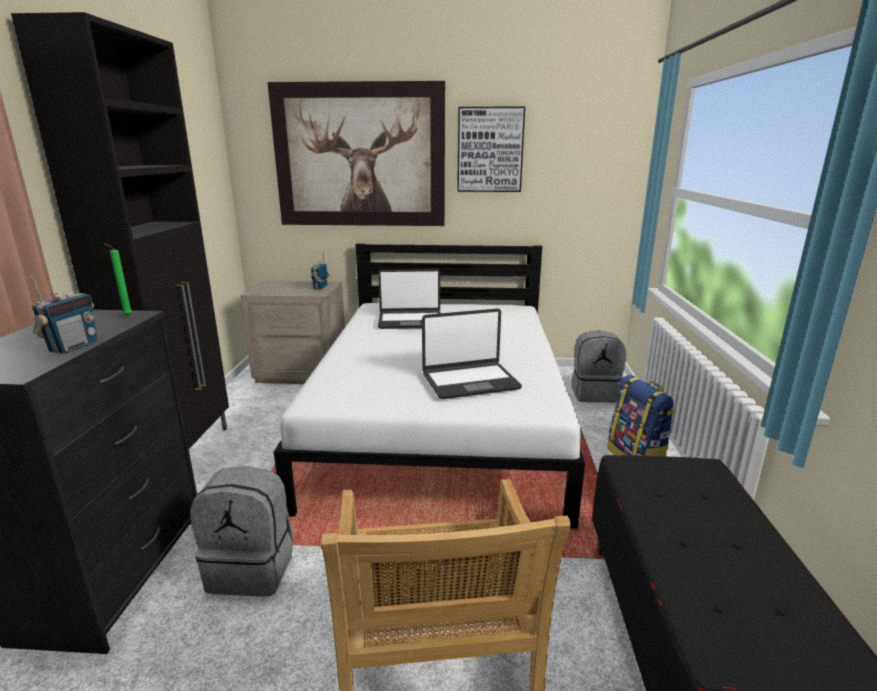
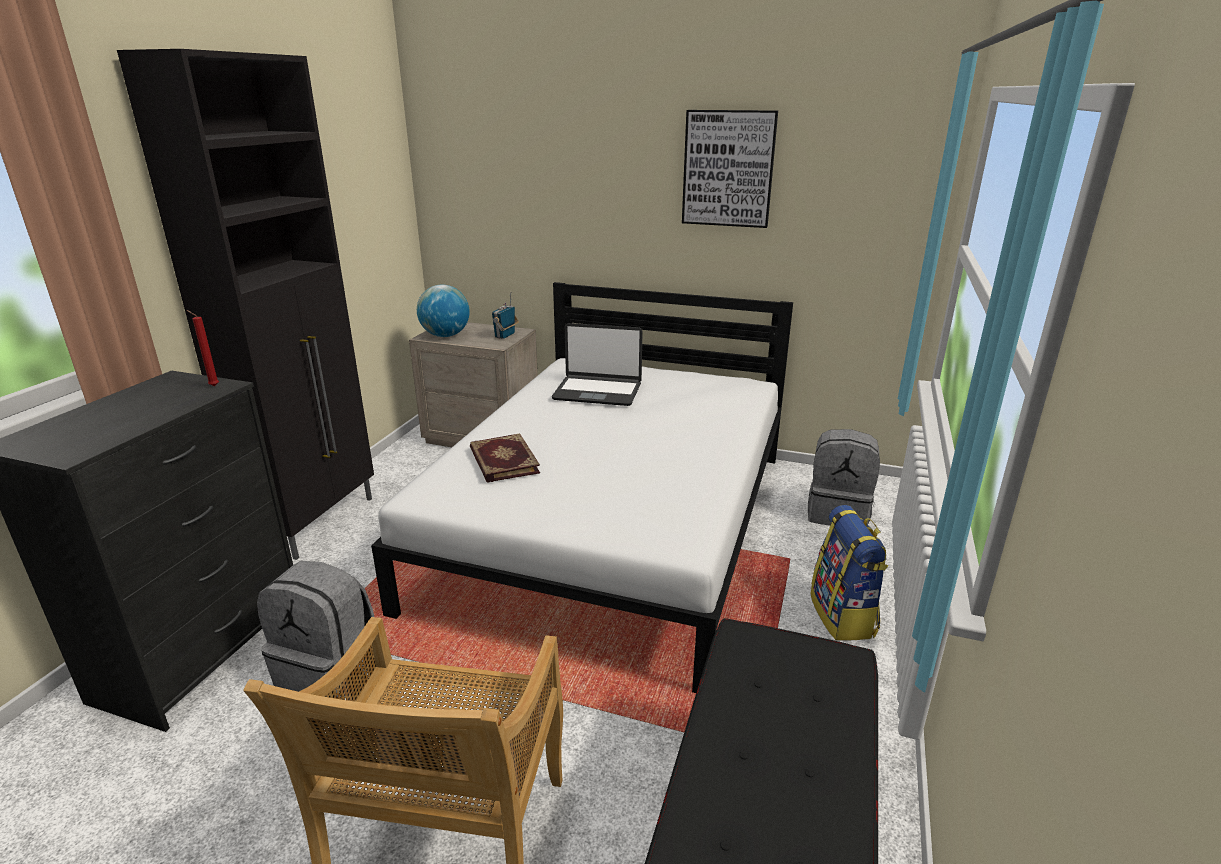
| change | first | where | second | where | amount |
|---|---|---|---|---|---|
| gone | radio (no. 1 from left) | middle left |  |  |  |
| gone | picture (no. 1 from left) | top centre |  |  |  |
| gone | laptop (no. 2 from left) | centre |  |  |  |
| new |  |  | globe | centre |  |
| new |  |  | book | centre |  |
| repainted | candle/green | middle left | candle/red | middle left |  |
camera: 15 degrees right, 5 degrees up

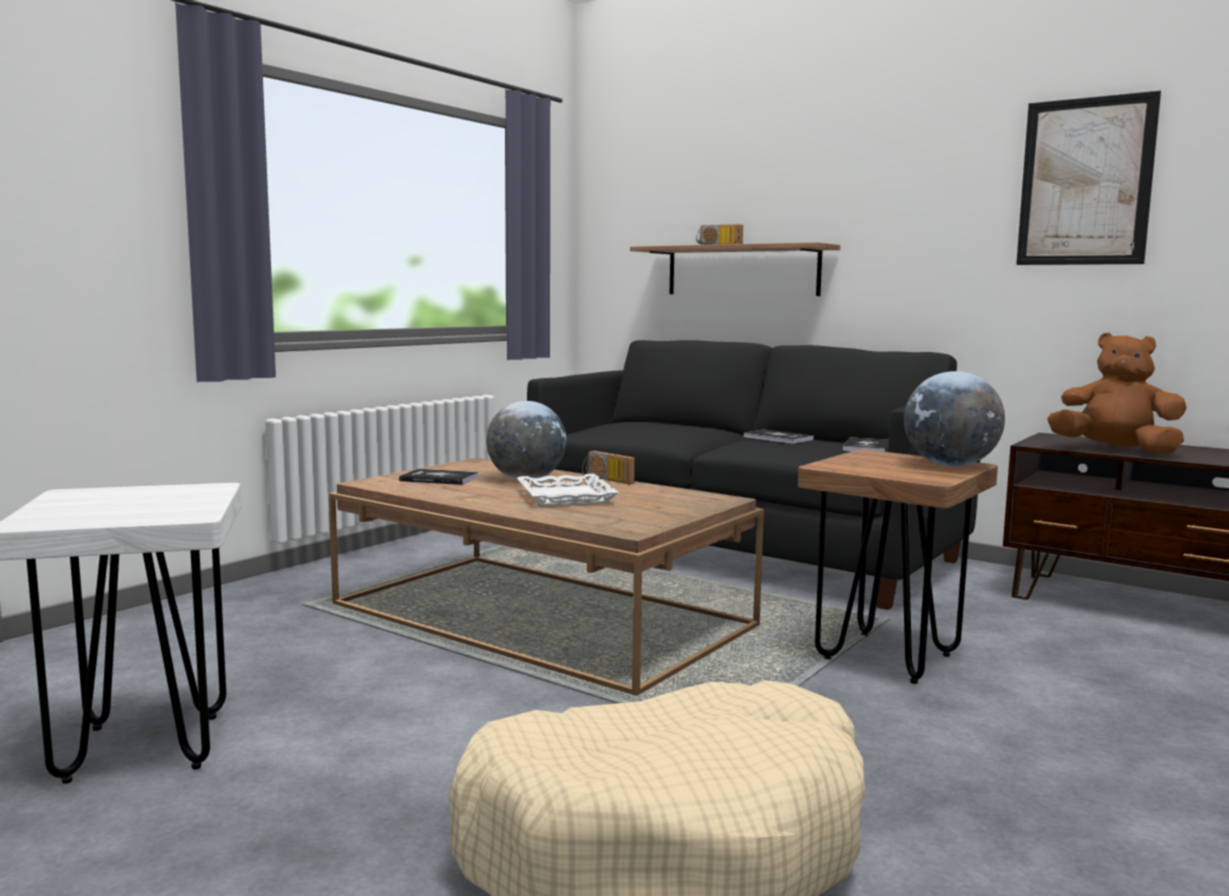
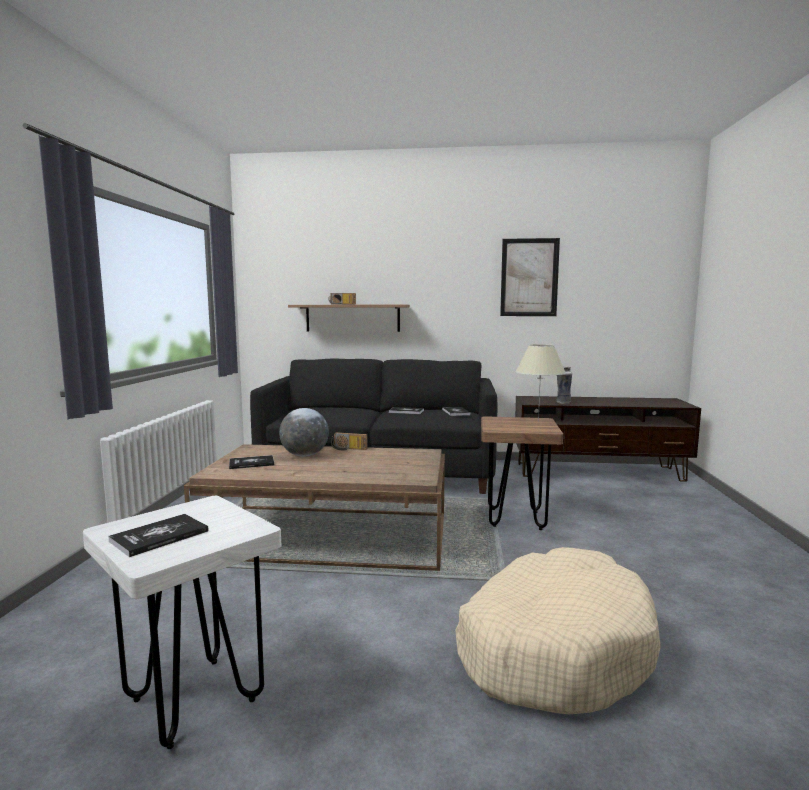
| change | first | where | second | where | amount |
|---|---|---|---|---|---|
| gone | tray/white | centre |  |  |  |
| new |  |  | book (no. 1 from left) | bottom left |  |
| swapped | globe (no. 2 from left) | middle right | table lamp/beige | middle right |  |
| swapped | plush toy/brown | middle right | vase | middle right |  |
camera: 30 degrees left, 0 degrees up

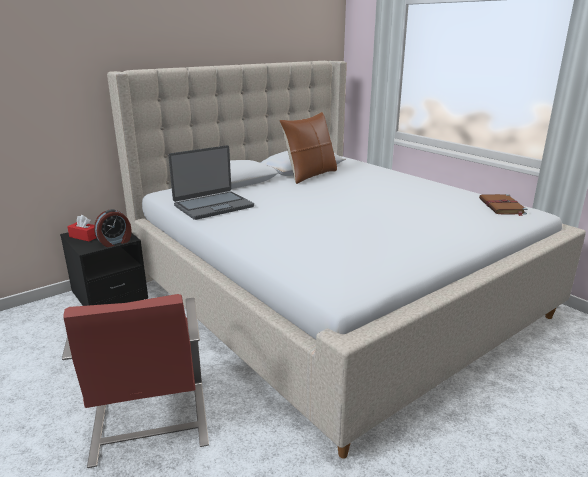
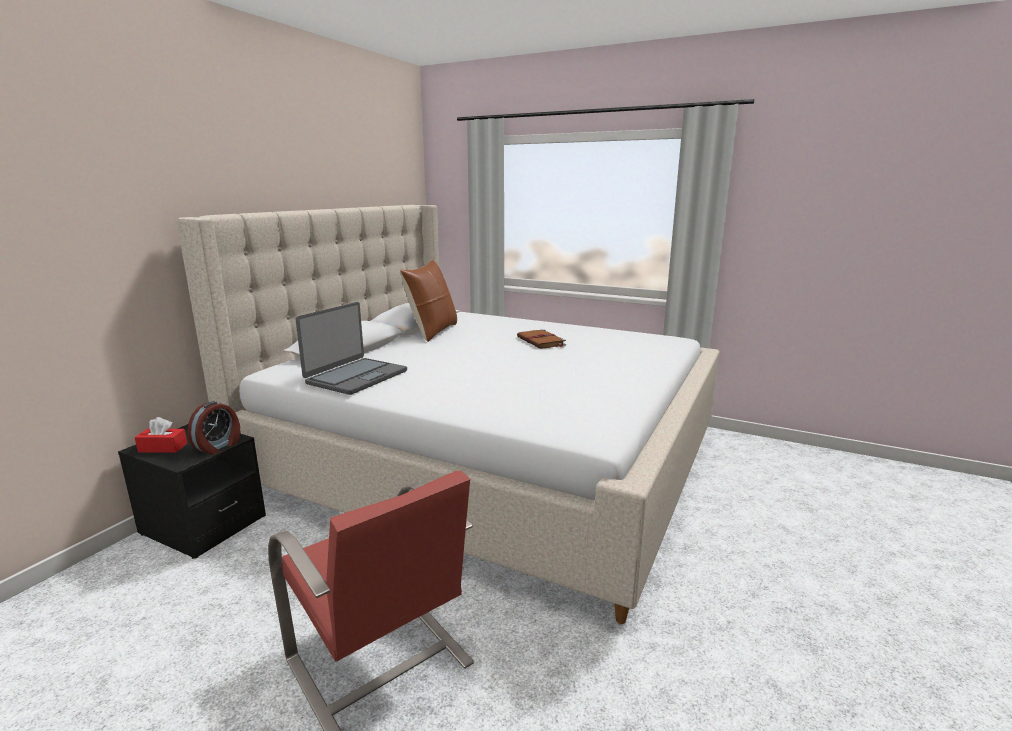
| change | first | where | second | where | amount |
|---|---|---|---|---|---|
| shifted | book/brown | middle right |  | centre |  |
camera: 25 degrees left, 5 degrees down

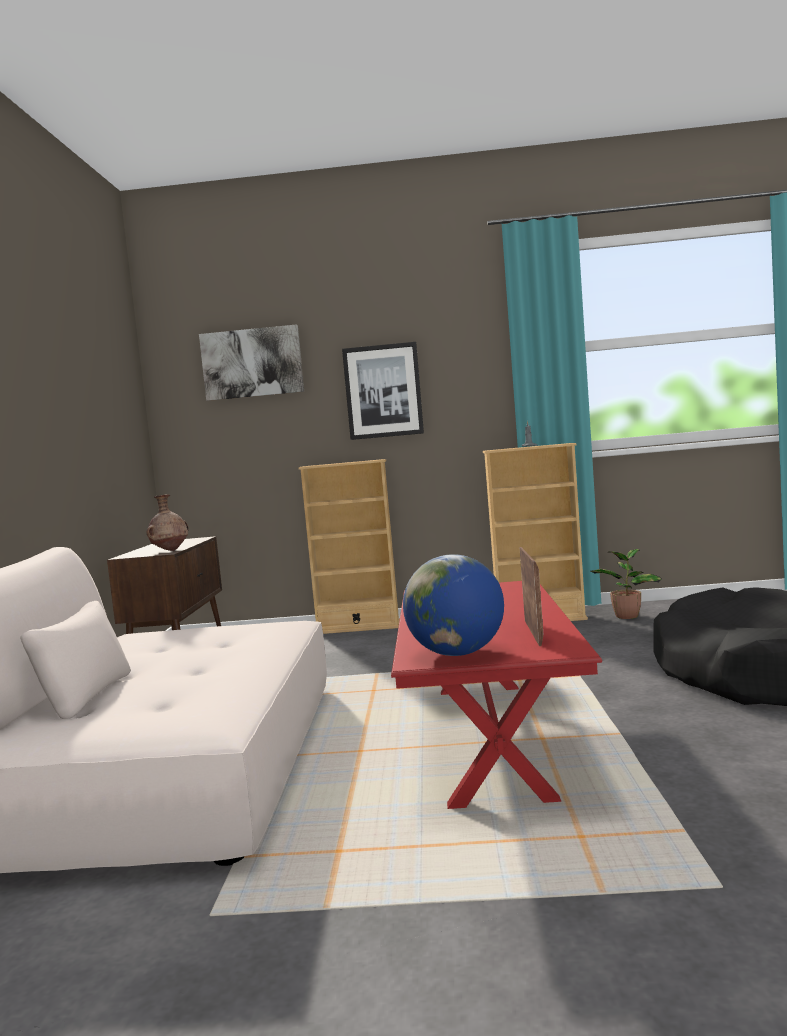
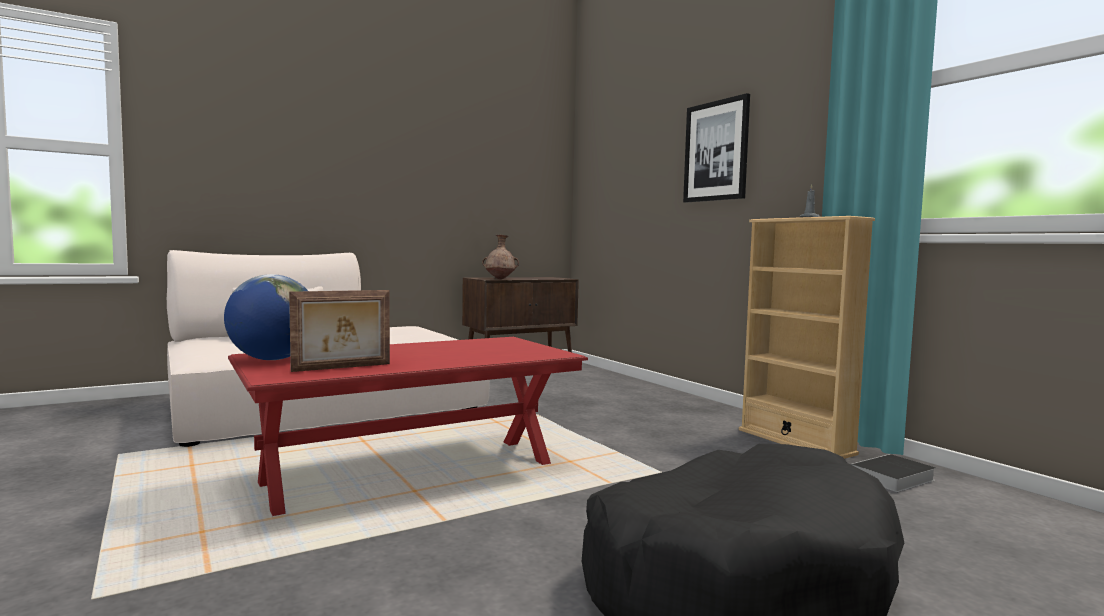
| change | first | where | second | where | amount |
|---|---|---|---|---|---|
| gone | picture (no. 1 from left) | middle left |  |  |  |
| gone | bookcase/beige (no. 1 from left) | centre |  |  |  |
| swapped | potted plant | middle right | book | bottom right |  |
camera: 55 degrees right, 0 degrees up

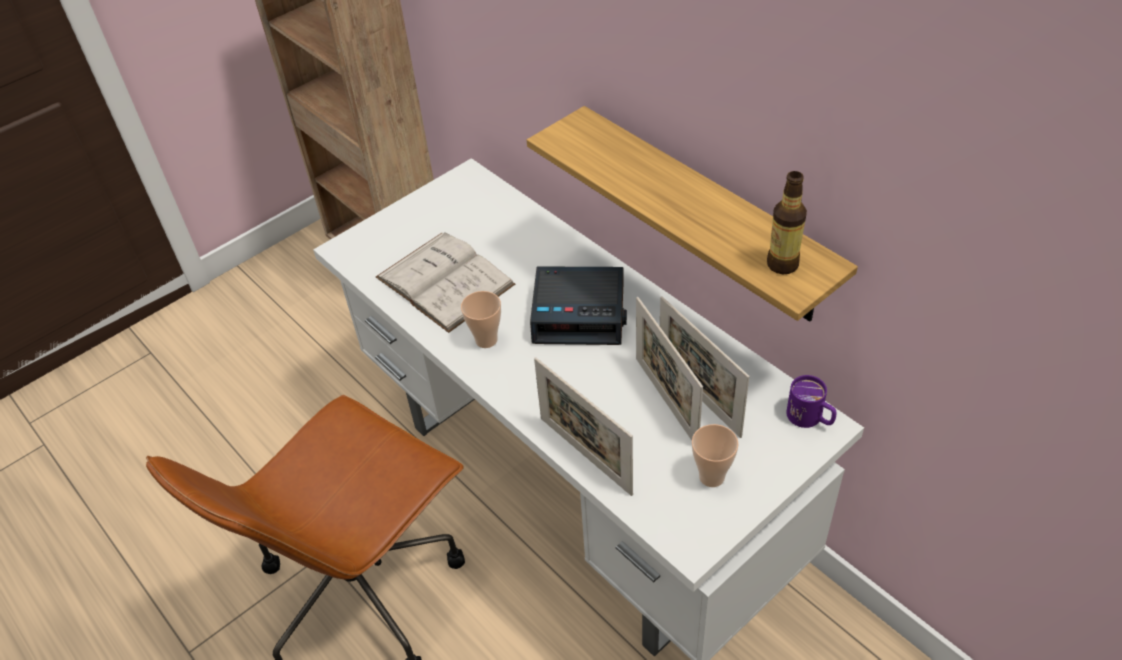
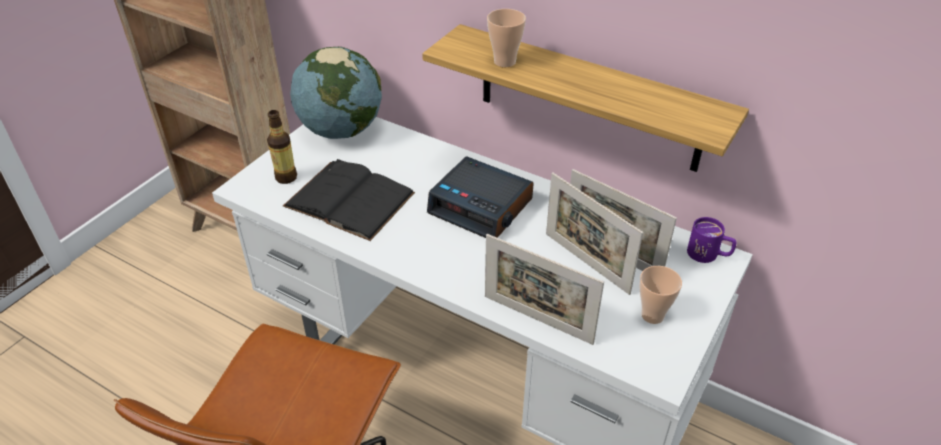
| change | first | where | second | where | amount |
|---|---|---|---|---|---|
| new |  |  | globe | top centre |  |
| shifted | cup (no. 1 from left) | centre |  | top centre |  |
| shifted | bottle | middle right |  | top left |  |
| repainted | book/white | centre | book/black | centre |  |
| rotated | alarm clock | centre |  | centre | 45 degrees clockwise |
camera: 20 degrees left, 5 degrees down

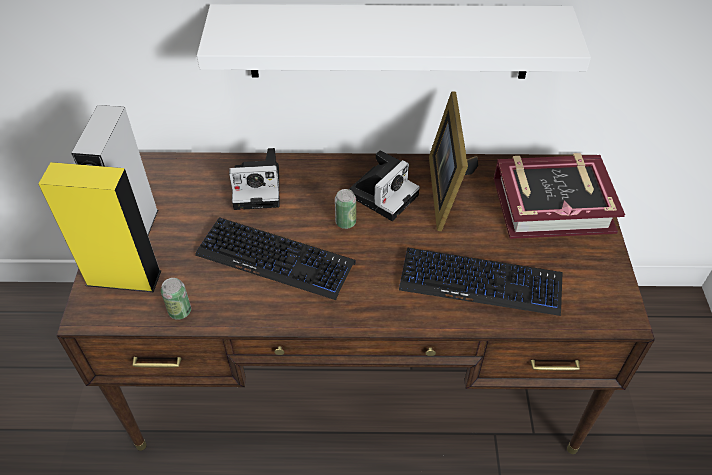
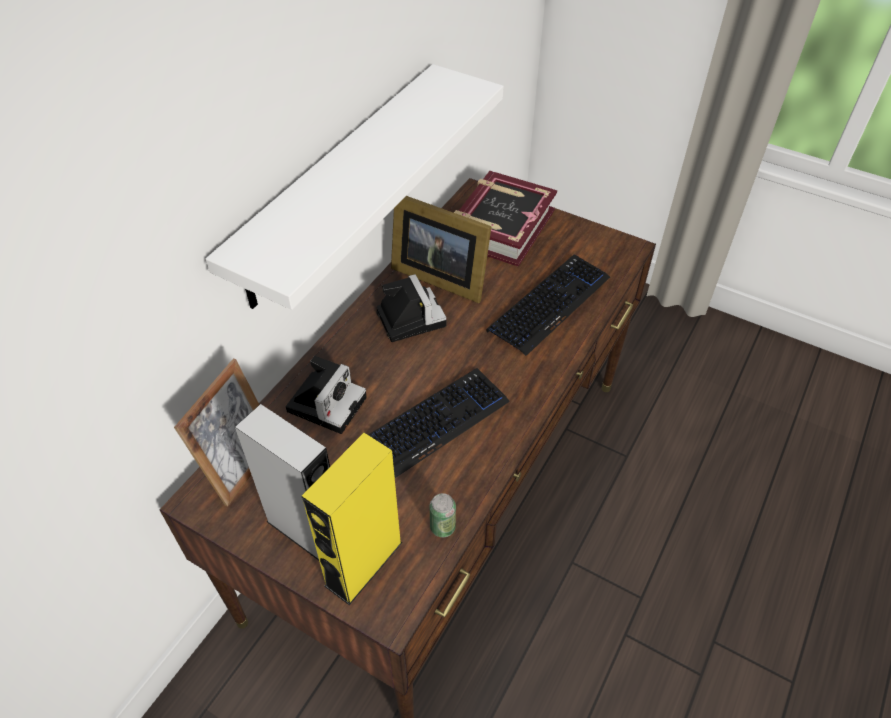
| change | first | where | second | where | amount |
|---|---|---|---|---|---|
| gone | can (no. 2 from left) | centre |  |  |  |
| new |  |  | picture frame (no. 1 from left) | middle left |  |
camera: 60 degrees left, 0 degrees up

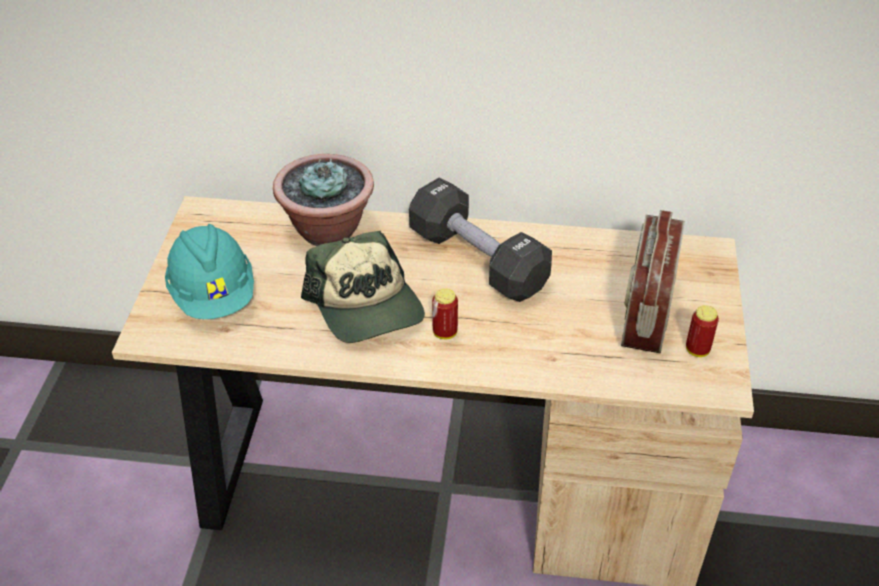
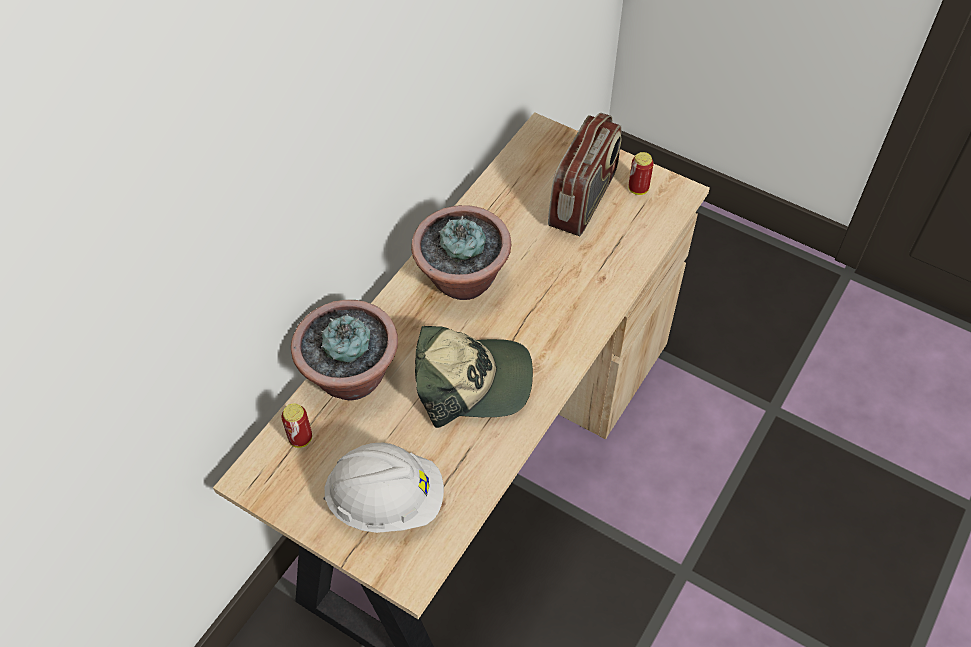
| change | first | where | second | where | amount |
|---|---|---|---|---|---|
| shifted | can (no. 1 from left) | centre |  | middle left |  |
| swapped | dumbbell/black | centre | potted plant (no. 2 from left) | centre |  |
| repainted | hard hat/turquoise | middle left | hard hat/white | bottom centre |  |
| rotated | radio | middle right |  | top centre | 105 degrees counterclockwise |
camera: 65 degrees left, 10 degrees up

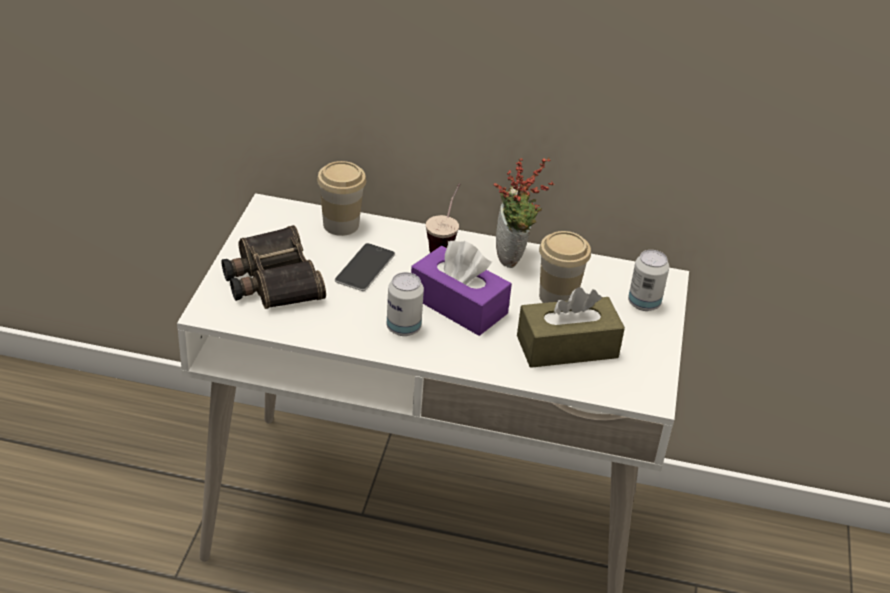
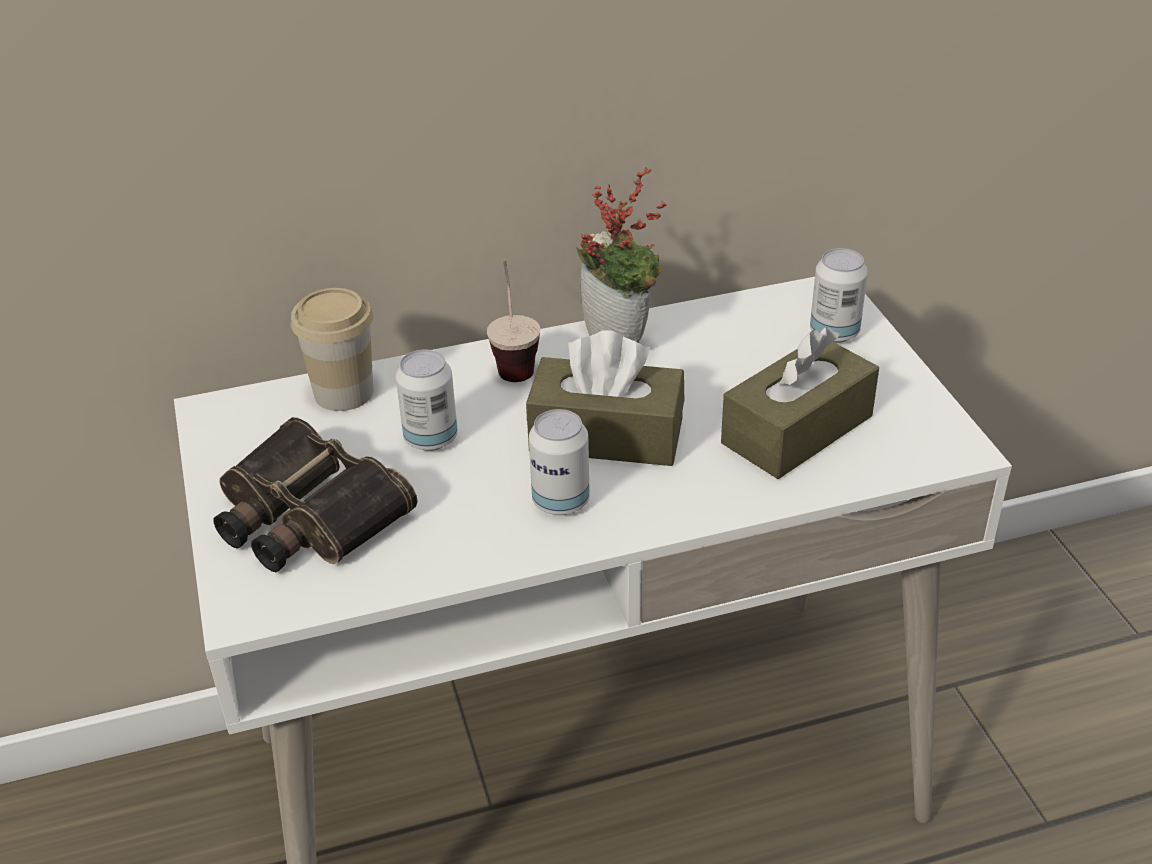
| change | first | where | second | where | amount |
|---|---|---|---|---|---|
| gone | cup (no. 3 from left) | centre |  |  |  |
| swapped | phone | centre | can (no. 1 from left) | centre |  |
| repainted | tissue box/purple | centre | tissue box/brown (no. 1 from left) | centre |  |
camera: 25 degrees left, 0 degrees up

